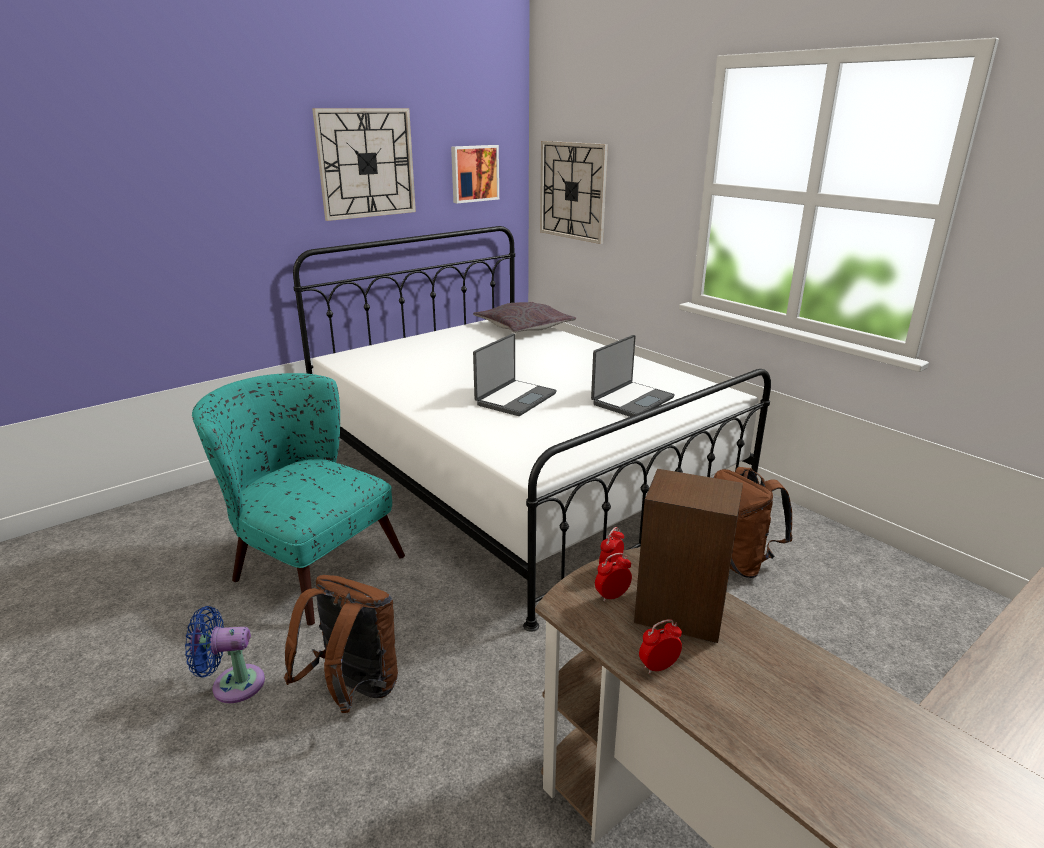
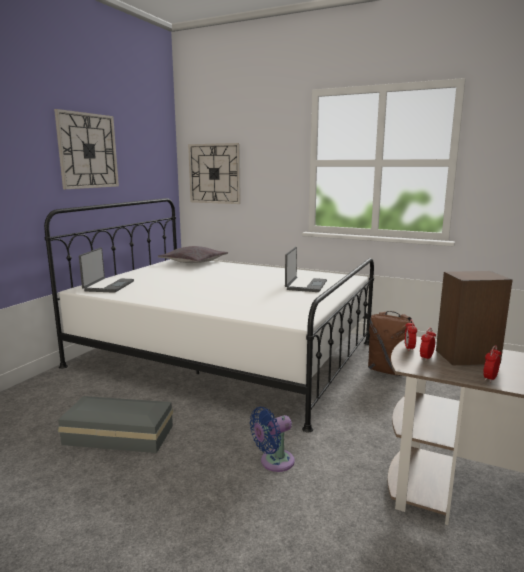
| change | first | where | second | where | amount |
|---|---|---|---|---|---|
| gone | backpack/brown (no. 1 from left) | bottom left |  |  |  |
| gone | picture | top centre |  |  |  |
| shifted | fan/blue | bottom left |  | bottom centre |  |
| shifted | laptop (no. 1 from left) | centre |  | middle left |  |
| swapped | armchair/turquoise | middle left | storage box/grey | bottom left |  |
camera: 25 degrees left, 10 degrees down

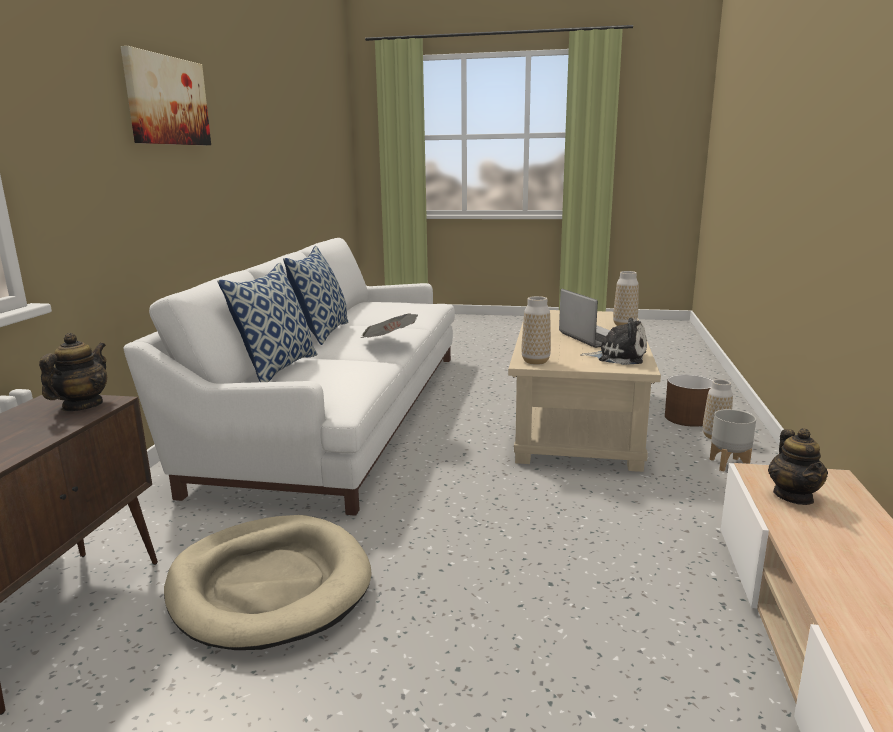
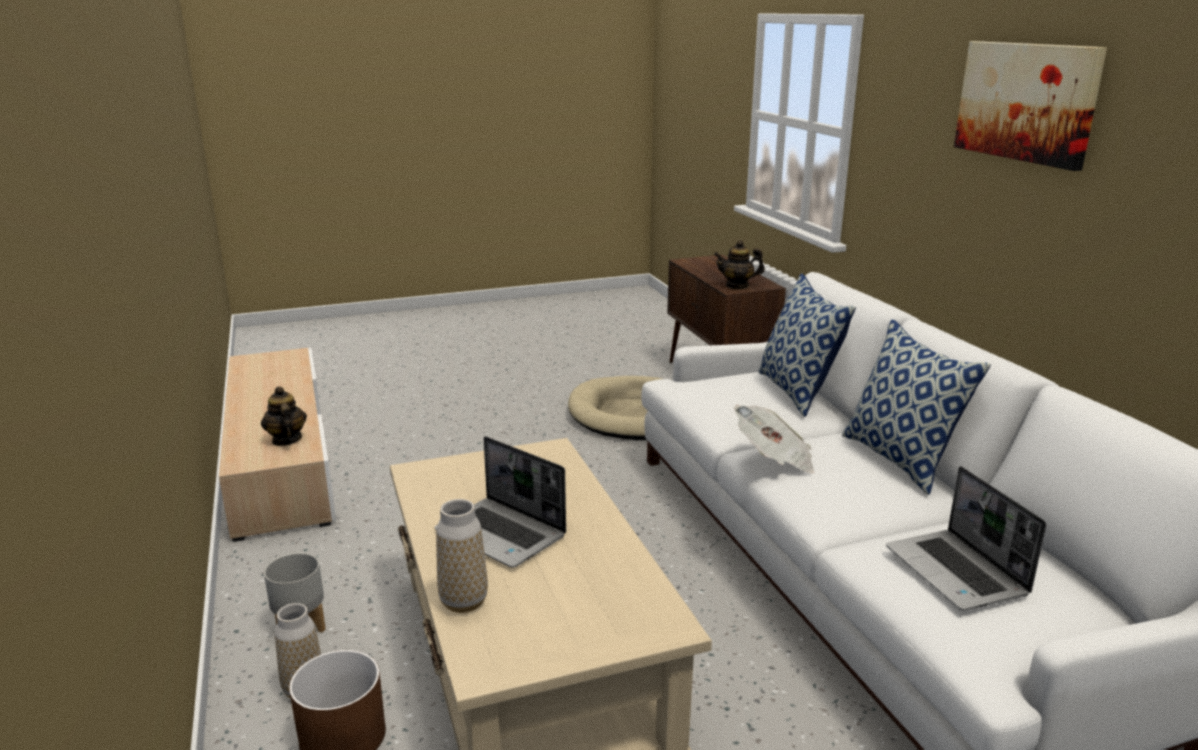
| change | first | where | second | where | amount |
|---|---|---|---|---|---|
| gone | vase (no. 1 from left) | centre |  |  |  |
| gone | plush toy | middle right |  |  |  |
| new |  |  | laptop (no. 2 from left) | bottom right |  |
| rotated | teapot (no. 1 from left in the first image) | middle left | teapot (no. 2 from left) | centre | 105 degrees clockwise |
camera: 150 degrees right, 5 degrees up

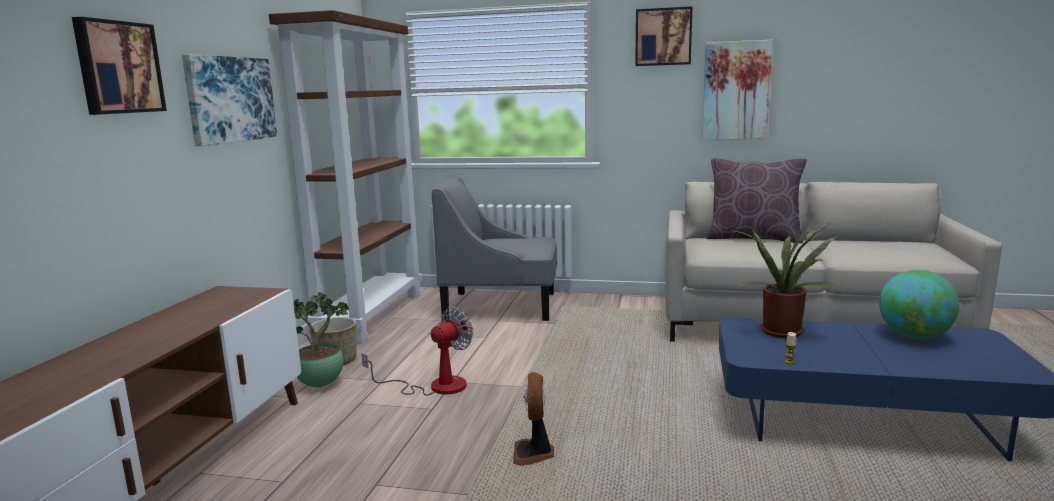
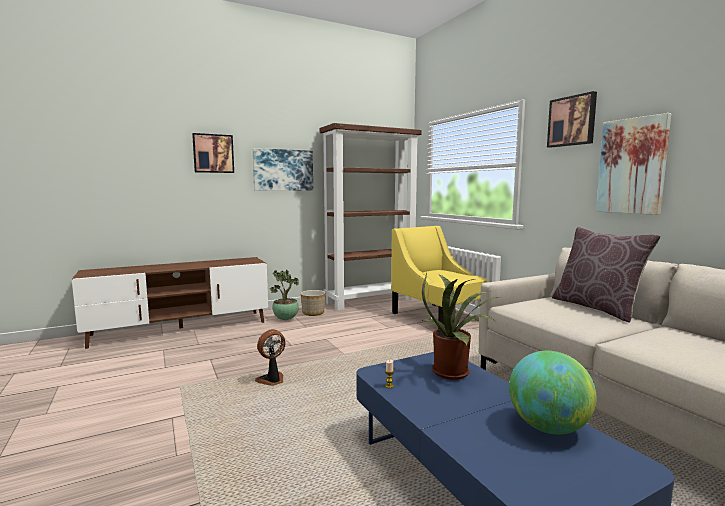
| change | first | where | second | where | amount |
|---|---|---|---|---|---|
| gone | fan (no. 1 from left) | bottom centre |  |  |  |
| repainted | armchair/grey | centre | armchair/yellow | centre |  |
camera: 50 degrees right, 5 degrees down

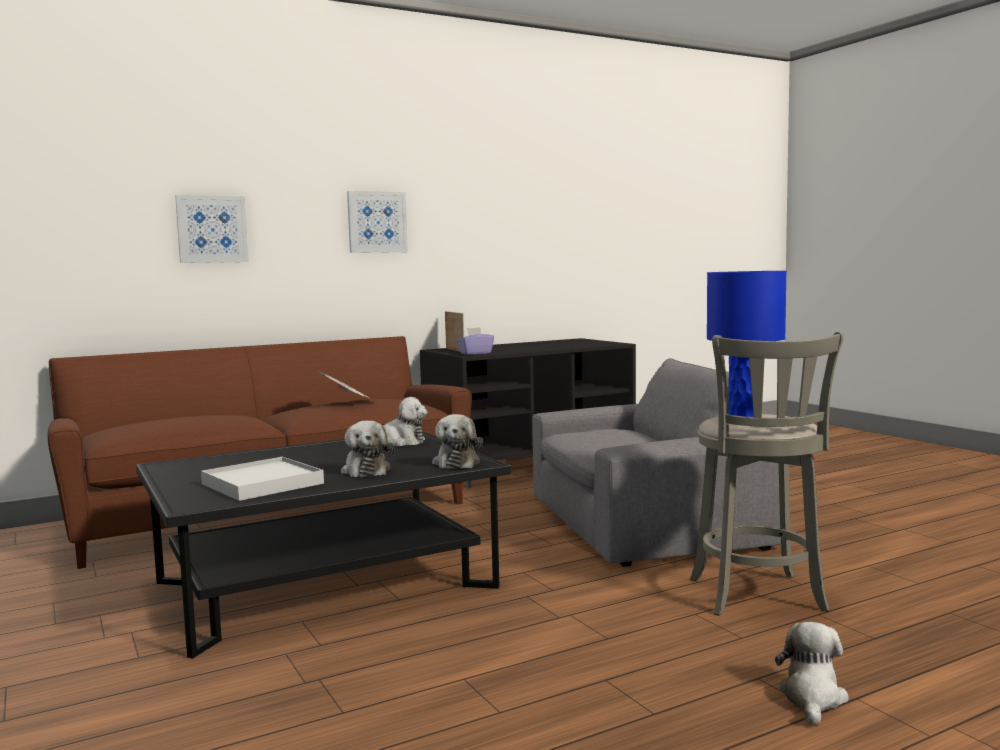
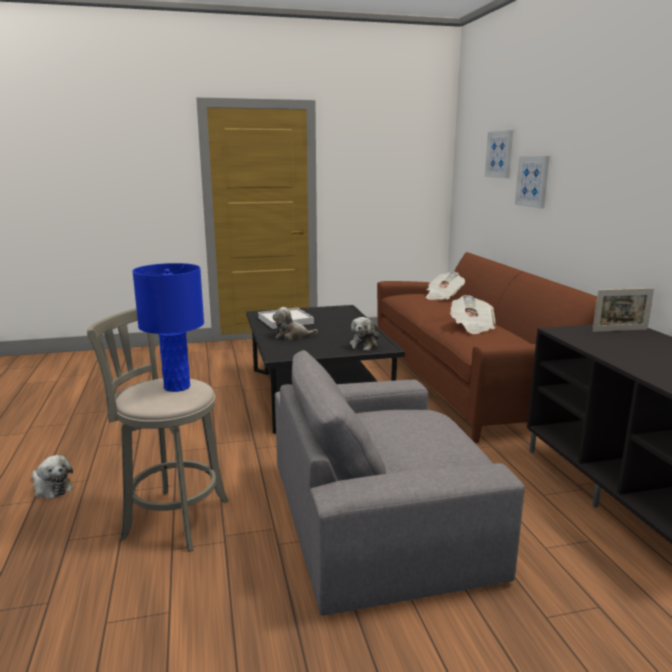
| change | first | where | second | where | amount |
|---|---|---|---|---|---|
| gone | plush toy (no. 3 from left) | centre |  |  |  |
| gone | tissue box/purple | centre |  |  |  |
| new |  |  | newspaper (no. 1 from left) | centre |  |
| shifted | picture (no. 2 from left in the first image) | top centre | picture (no. 1 from left) | top right |  |
| rotated | armchair/grey | centre |  | bottom centre | 75 degrees clockwise |
camera: 105 degrees right, 10 degrees up

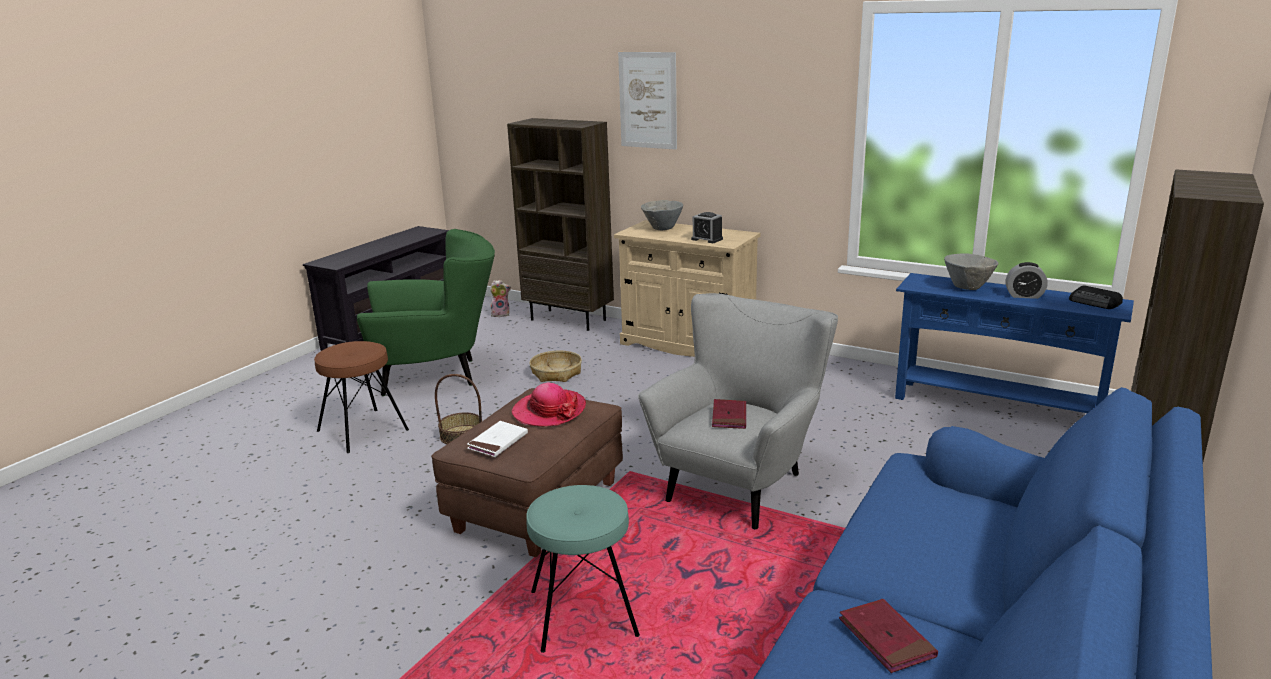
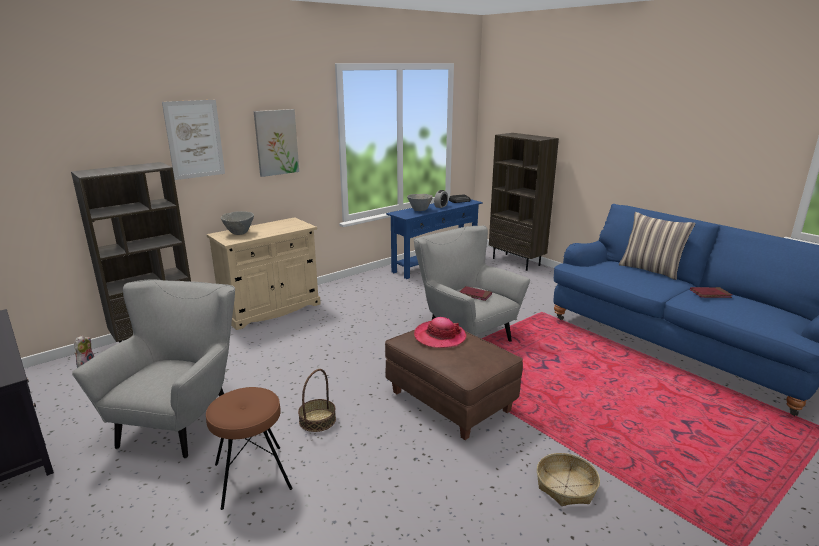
| change | first | where | second | where | amount |
|---|---|---|---|---|---|
| gone | book/white | centre |  |  |  |
| gone | stool/turquoise | bottom centre |  |  |  |
| gone | alarm clock (no. 1 from left) | centre |  |  |  |
| new |  |  | picture (no. 2 from left) | top centre |  |
| new |  |  | pillow | middle right |  |
| shifted | basket (no. 2 from left) | centre |  | bottom right |  |
| repainted | armchair/green | centre | armchair/grey (no. 1 from left) | bottom left |  |
camera: 70 degrees left, 0 degrees up

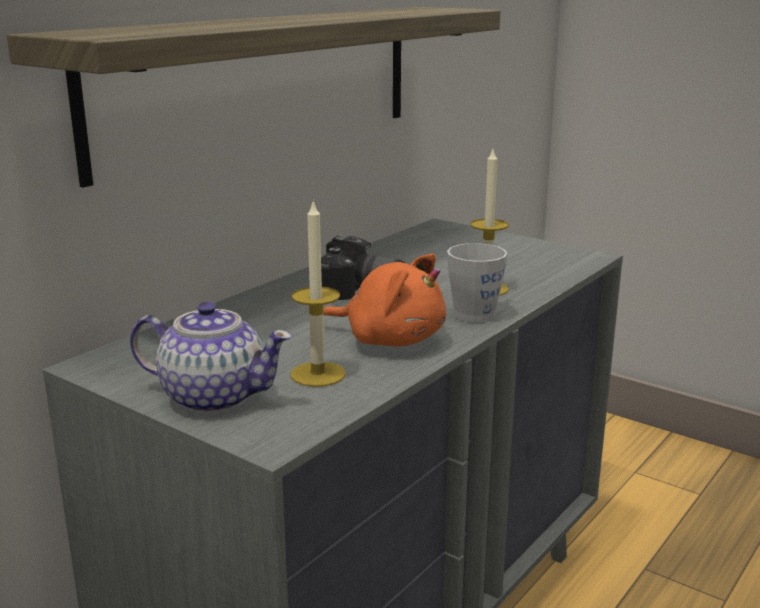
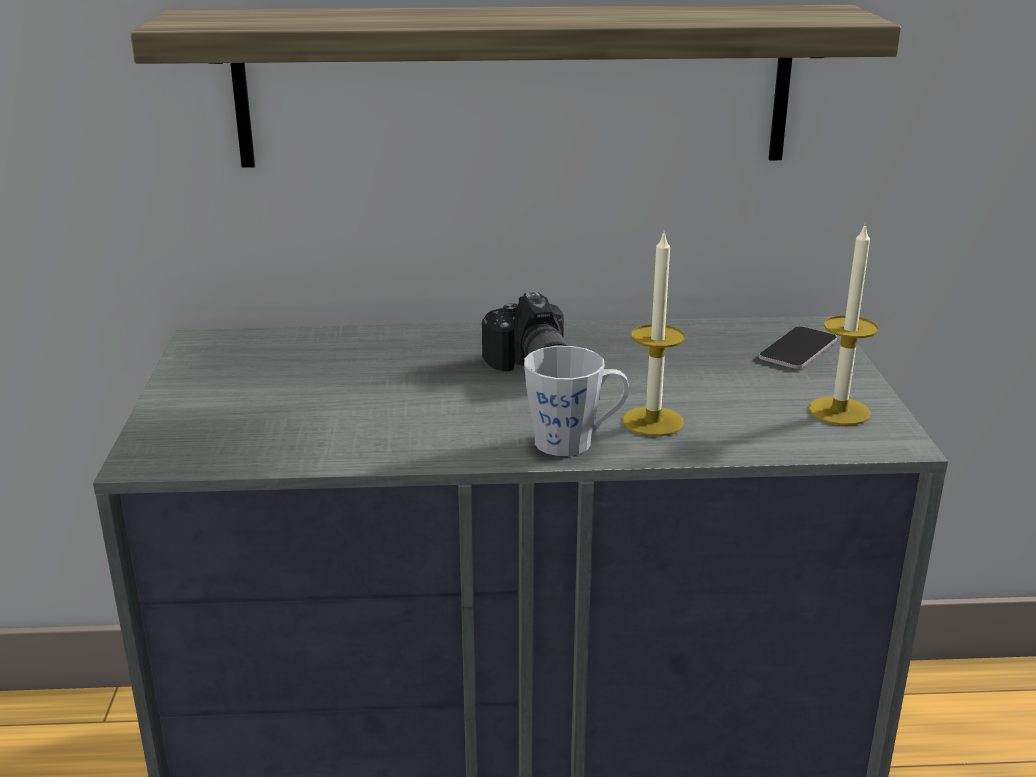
| change | first | where | second | where | amount |
|---|---|---|---|---|---|
| gone | teapot | middle left |  |  |  |
| gone | plush toy/orange | centre |  |  |  |
| new |  |  | phone | middle right |  |
| shifted | candle (no. 1 from left in the first image) | centre | candle (no. 2 from left) | middle right |  |
camera: 50 degrees right, 5 degrees up

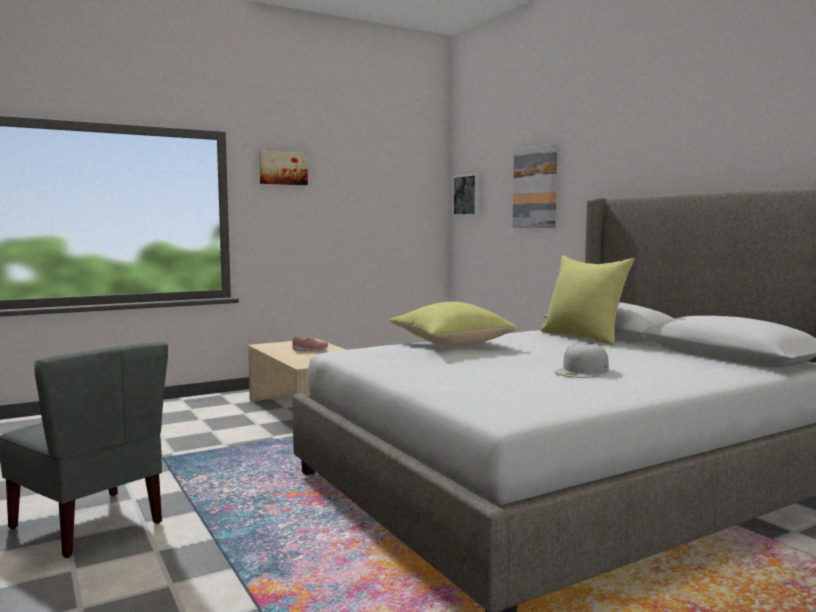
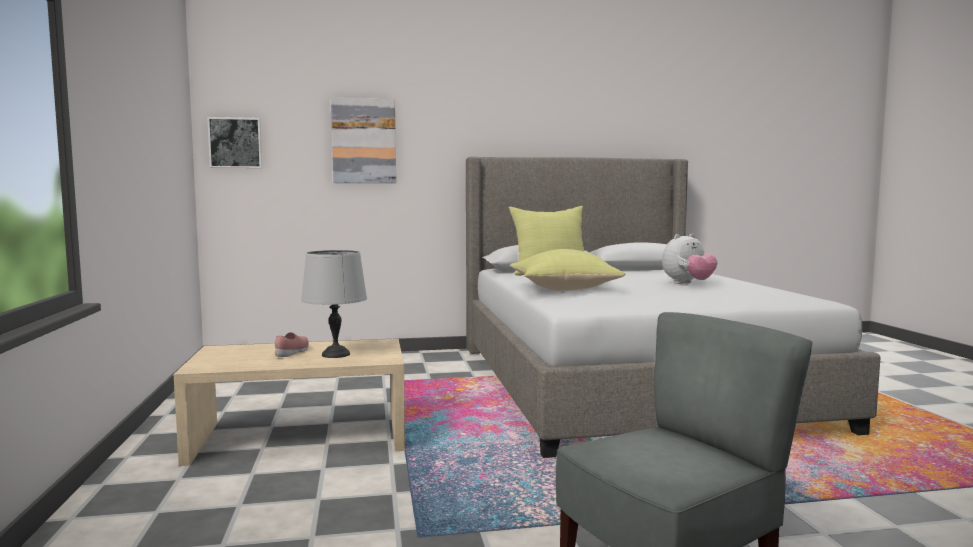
| change | first | where | second | where | amount |
|---|---|---|---|---|---|
| gone | picture (no. 1 from left) | top centre |  |  |  |
| new |  |  | table lamp/grey | centre |  |
| swapped | cap/white | middle right | plush toy | middle right |  |
camera: 70 degrees left, 0 degrees up

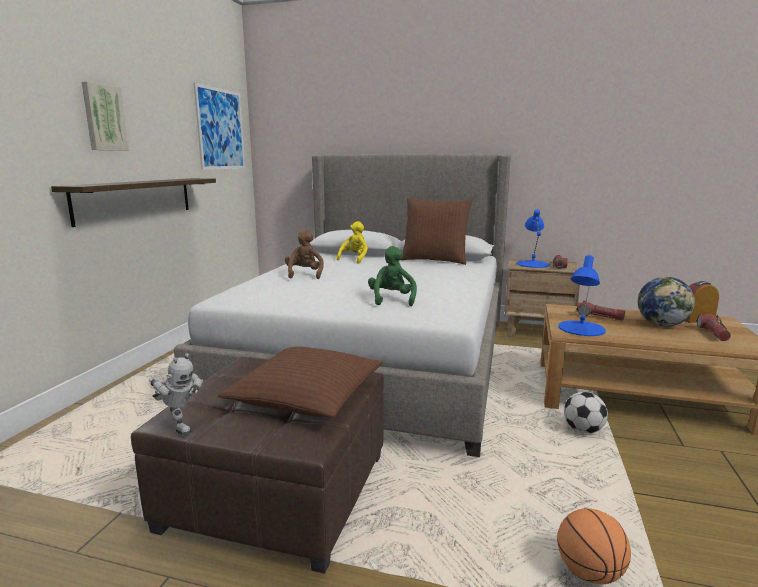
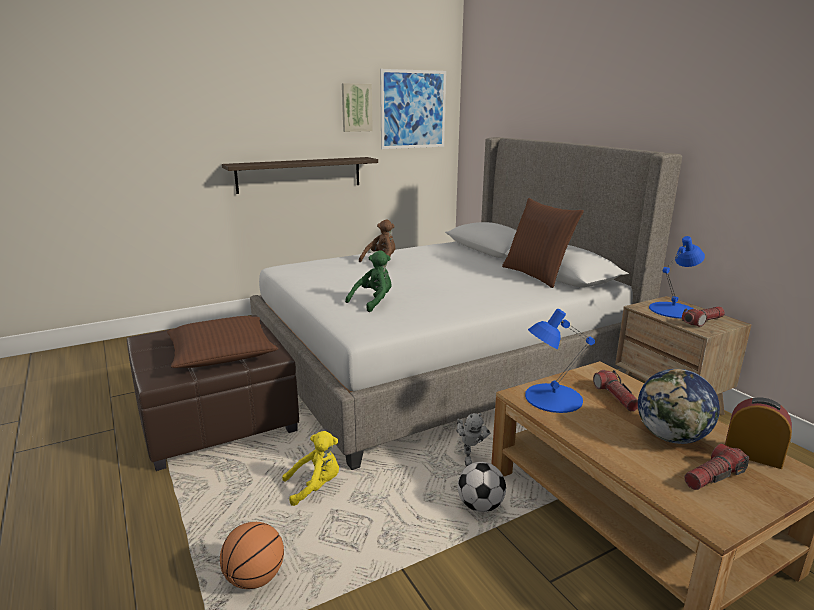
| change | first | where | second | where | amount |
|---|---|---|---|---|---|
| shifted | picture (no. 1 from left) | top left |  | top centre |  |
| shifted | toy robot | bottom left |  | bottom centre |  |
| shifted | plush toy/yellow | centre |  | bottom centre |  |
camera: 45 degrees right, 5 degrees up

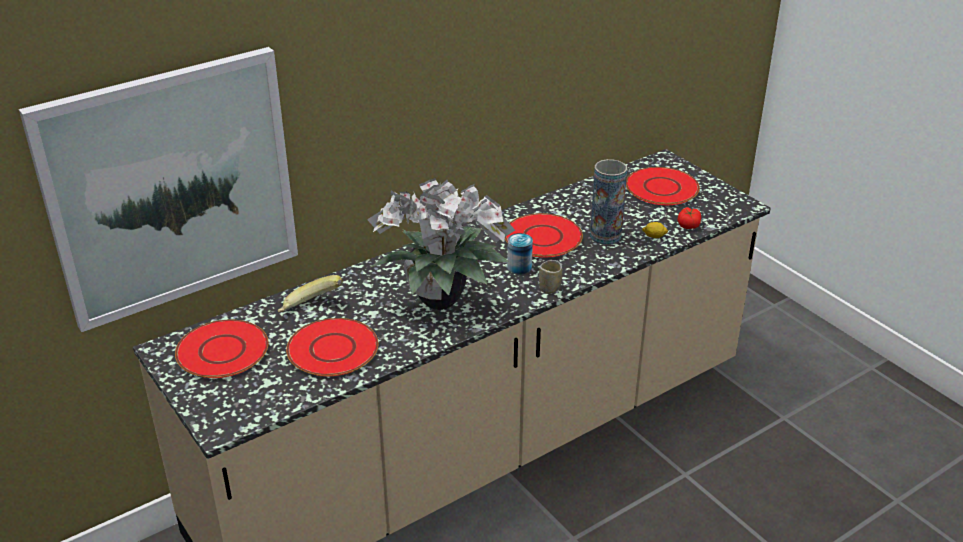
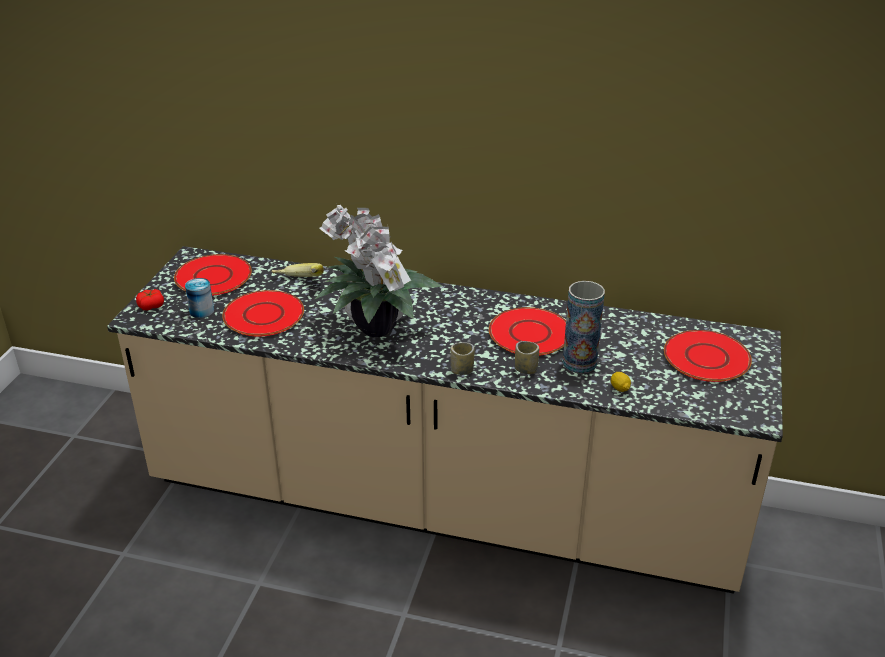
| change | first | where | second | where | amount |
|---|---|---|---|---|---|
| gone | picture | middle left |  |  |  |
| new |  |  | cup (no. 2 from left) | centre |  |
| shifted | can | centre |  | middle left |  |
| shifted | tomato | middle right |  | middle left |  |
camera: 50 degrees right, 0 degrees up

